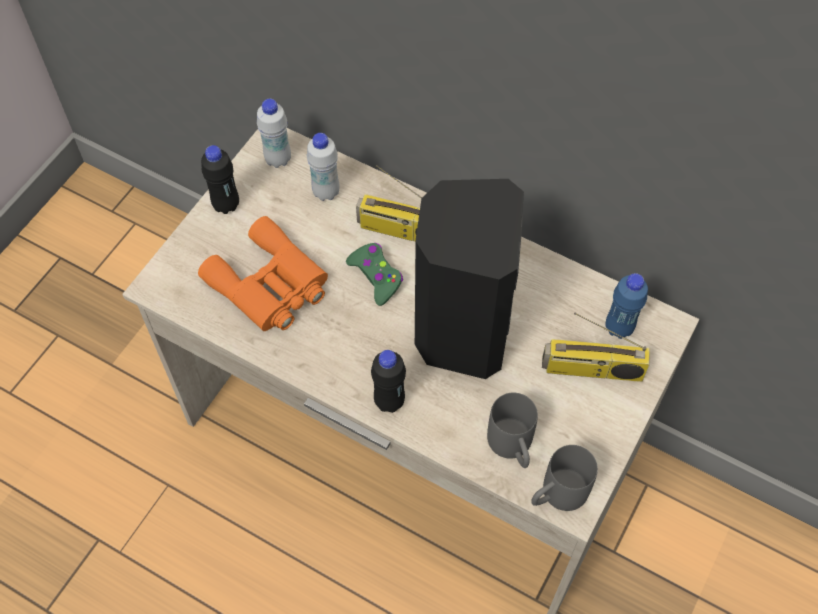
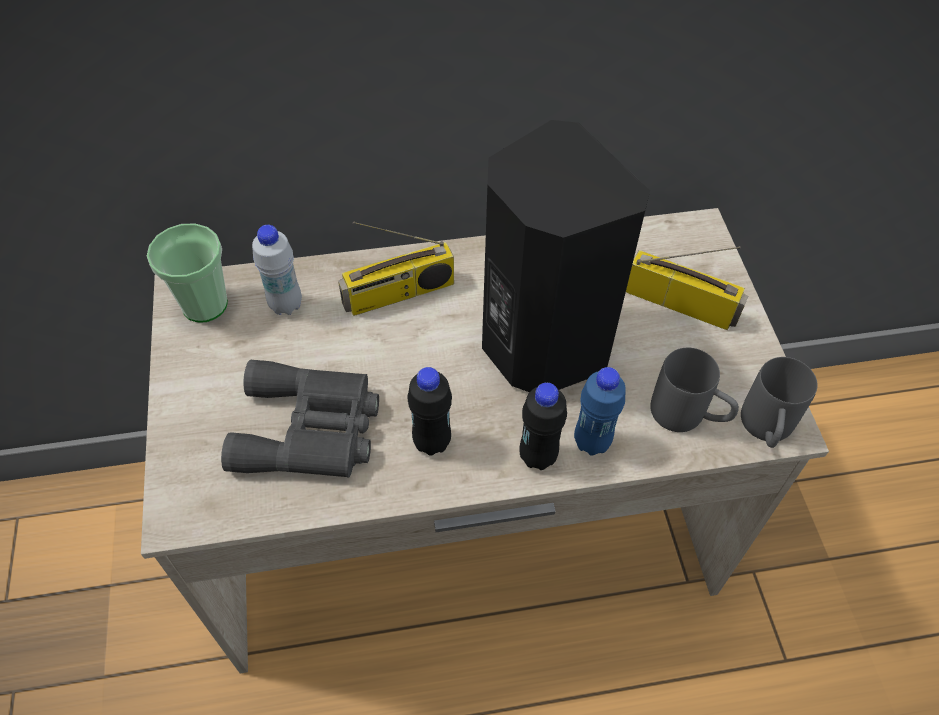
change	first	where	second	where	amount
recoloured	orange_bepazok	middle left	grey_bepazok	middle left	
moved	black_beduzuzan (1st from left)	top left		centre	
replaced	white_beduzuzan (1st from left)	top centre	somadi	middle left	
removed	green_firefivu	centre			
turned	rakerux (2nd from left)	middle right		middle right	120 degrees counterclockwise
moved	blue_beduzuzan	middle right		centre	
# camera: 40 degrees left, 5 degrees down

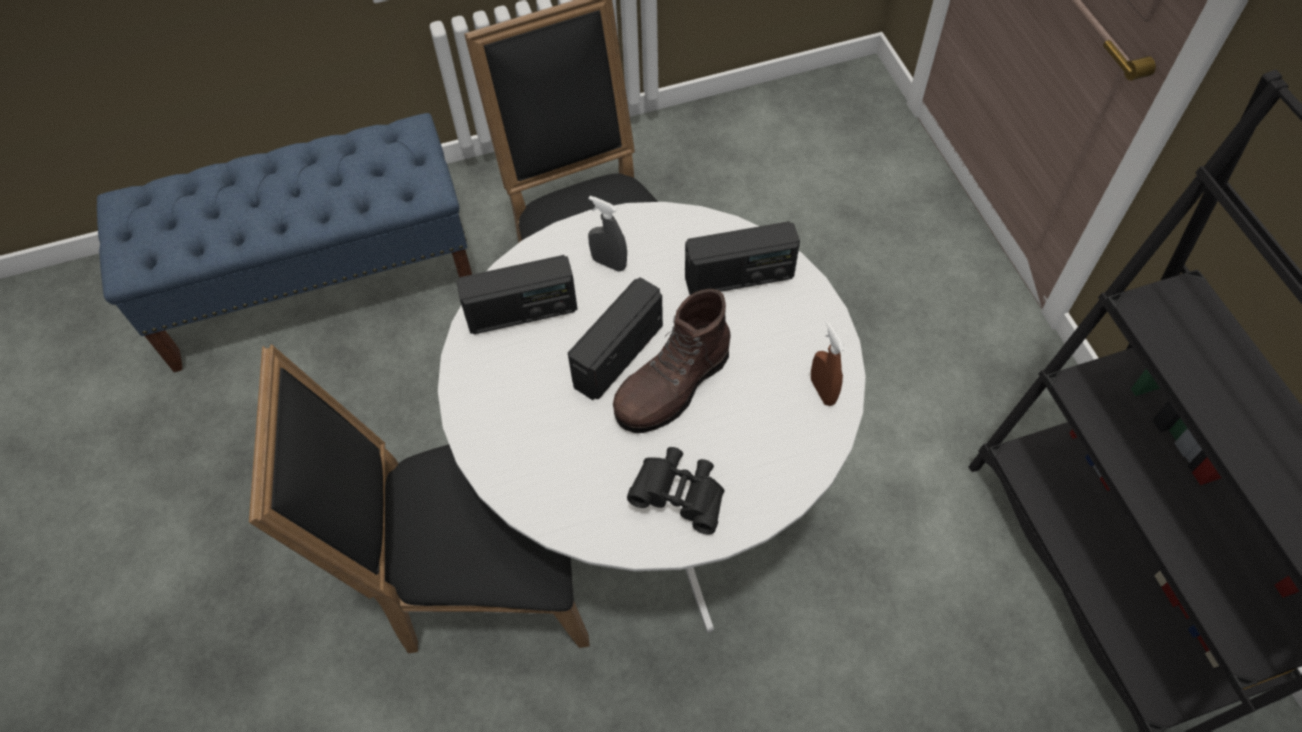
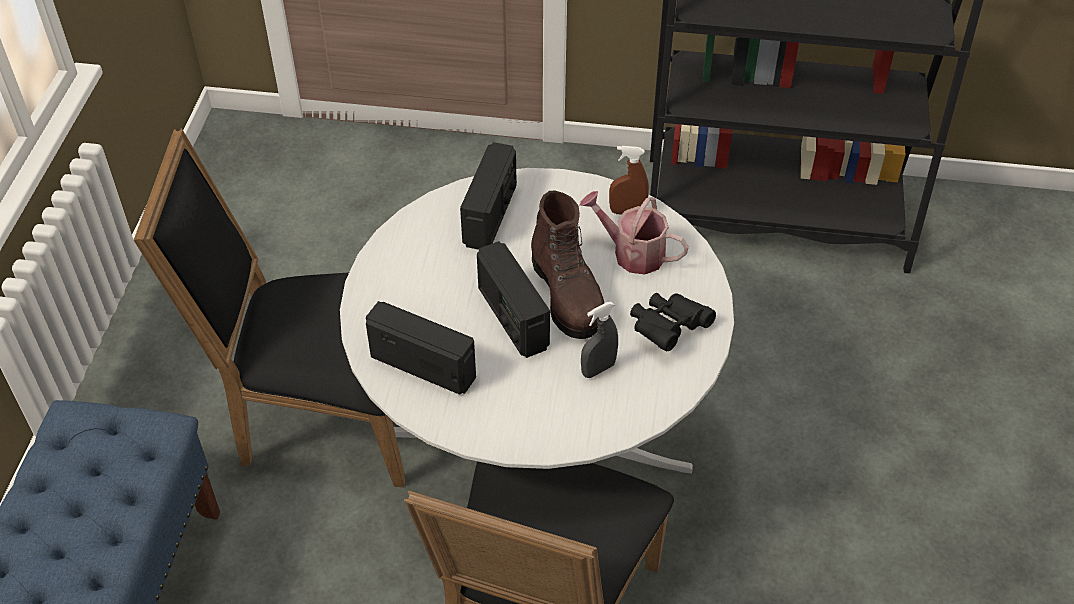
change	first	where	second	where	amount
turned	rakerux (1st from left)	centre		centre	75 degrees counterclockwise
moved	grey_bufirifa	top centre		centre	
added			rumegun	centre	
# camera: 65 degrees left, 10 degrees down

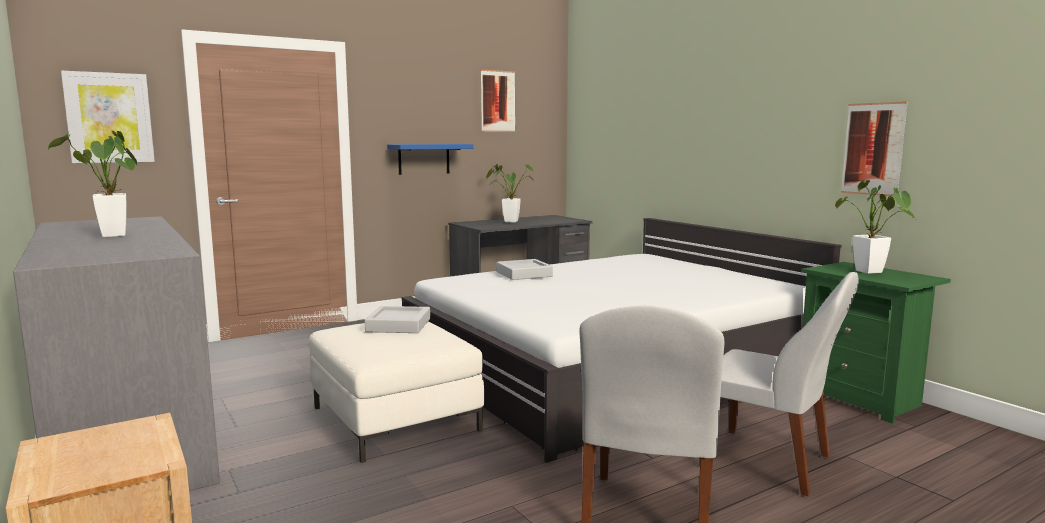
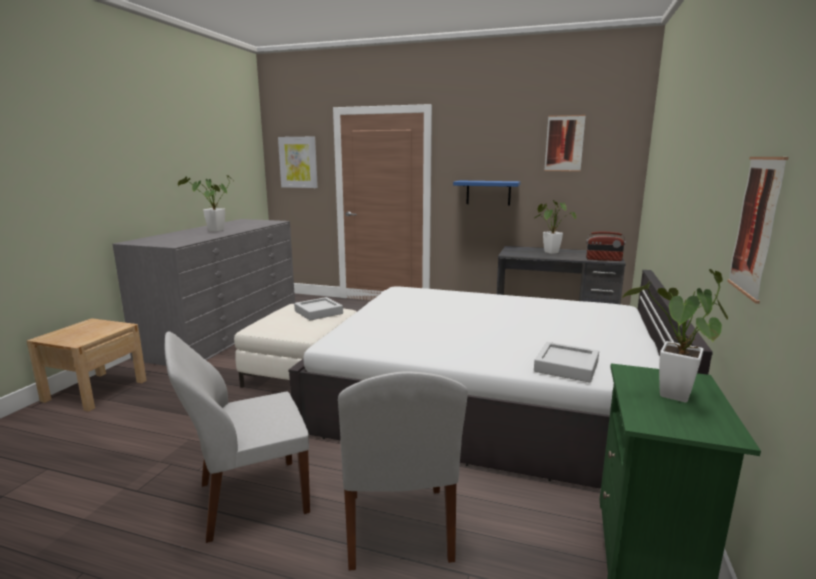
change	first	where	second	where	amount
moved	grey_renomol (2nd from left)	centre		middle right	
added			rakerux	middle right	
# camera: 50 degrees right, 5 degrees up

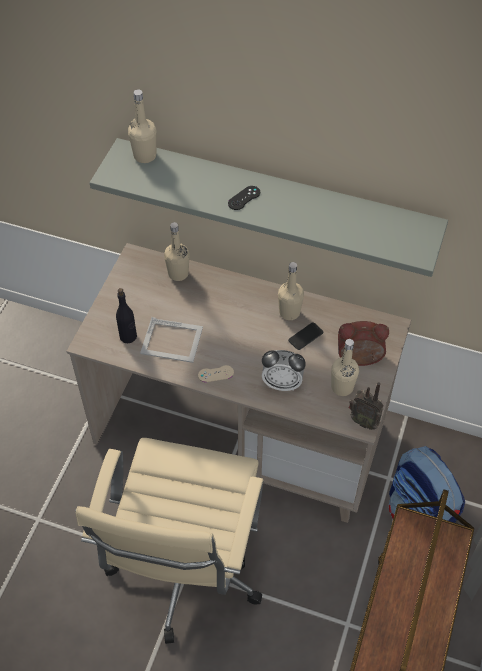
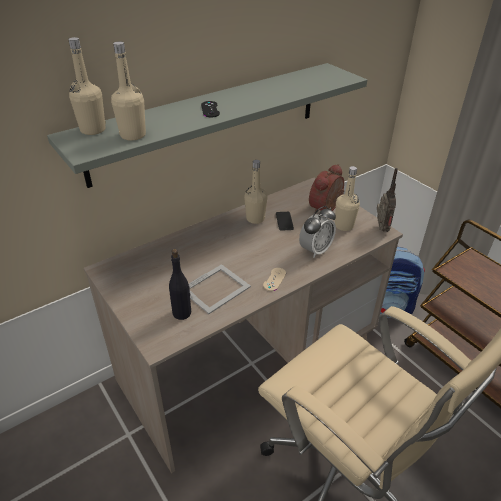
change	first	where	second	where	amount
moved	beige_beduzuzan (2nd from left)	centre		top left	
turned	rakerux	middle right		middle right	60 degrees counterclockwise
# camera: 55 degrees left, 15 degrees down

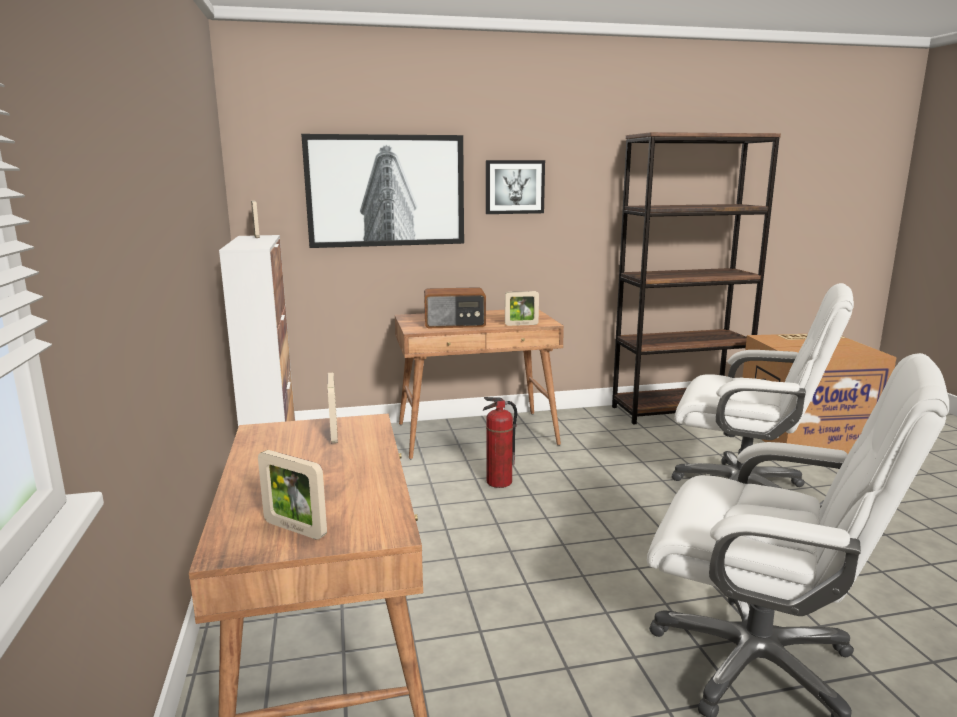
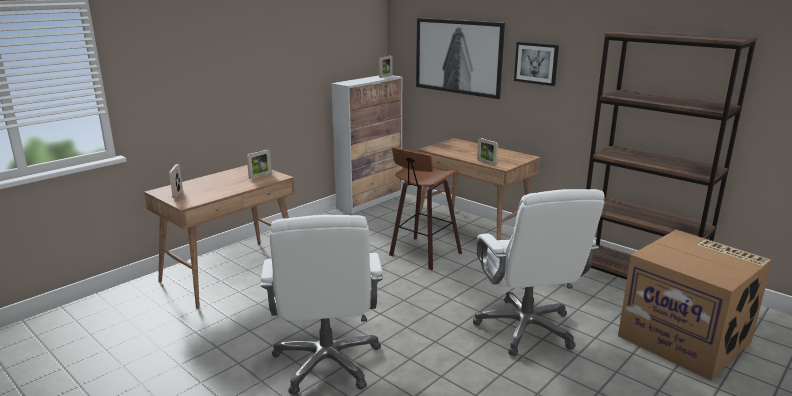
change	first	where	second	where	amount
removed	rakerux	centre			
replaced	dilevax	centre	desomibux	centre	
# camera: 55 degrees right, 5 degrees up

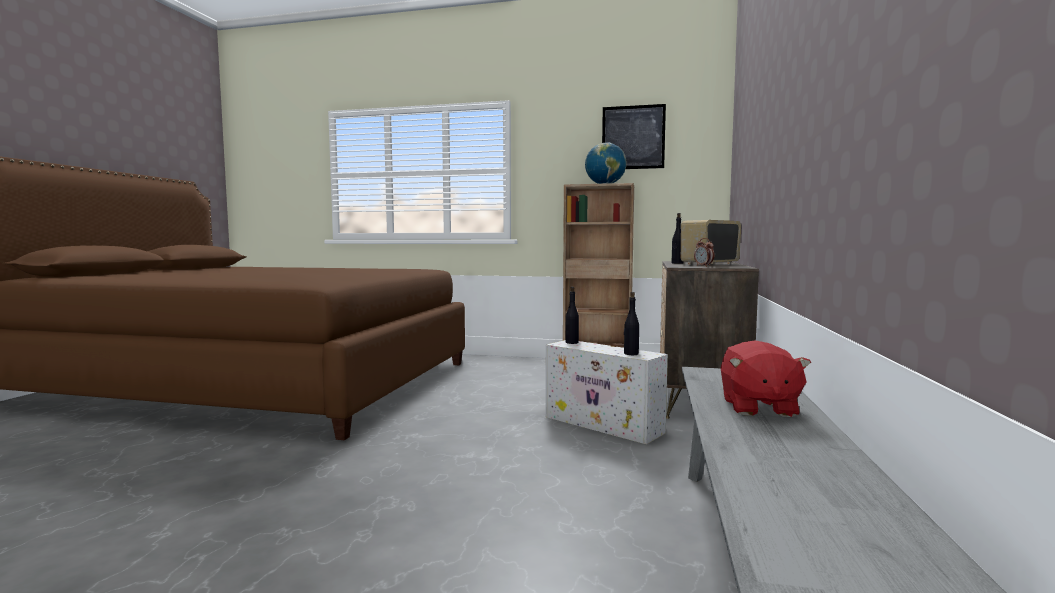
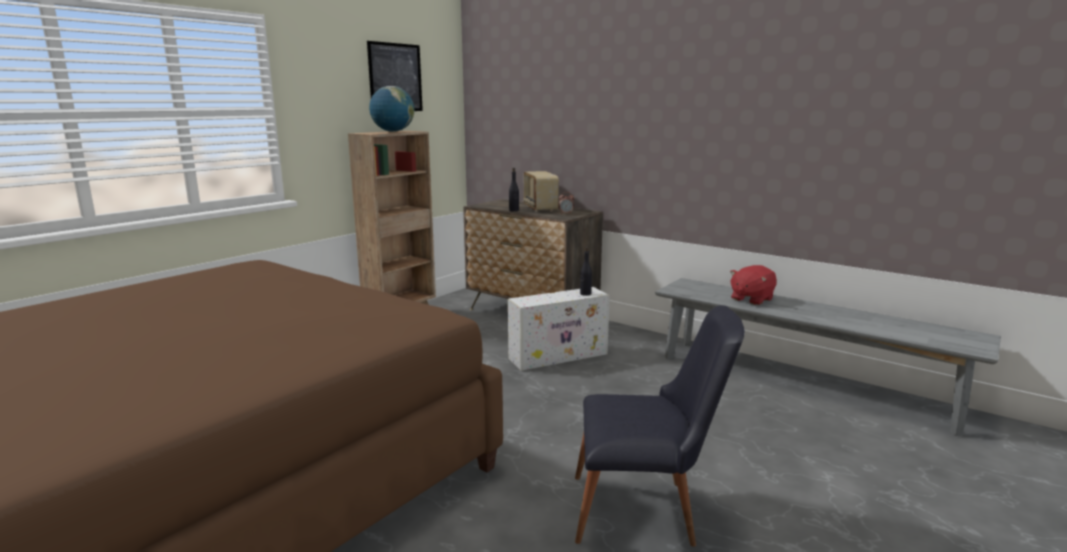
change	first	where	second	where	amount
removed	black_beduzuzan (1st from left)	centre			
turned	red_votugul	middle right		middle right	105 degrees clockwise
added			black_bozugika	bottom centre	
# camera: 65 degrees left, 10 degrees up

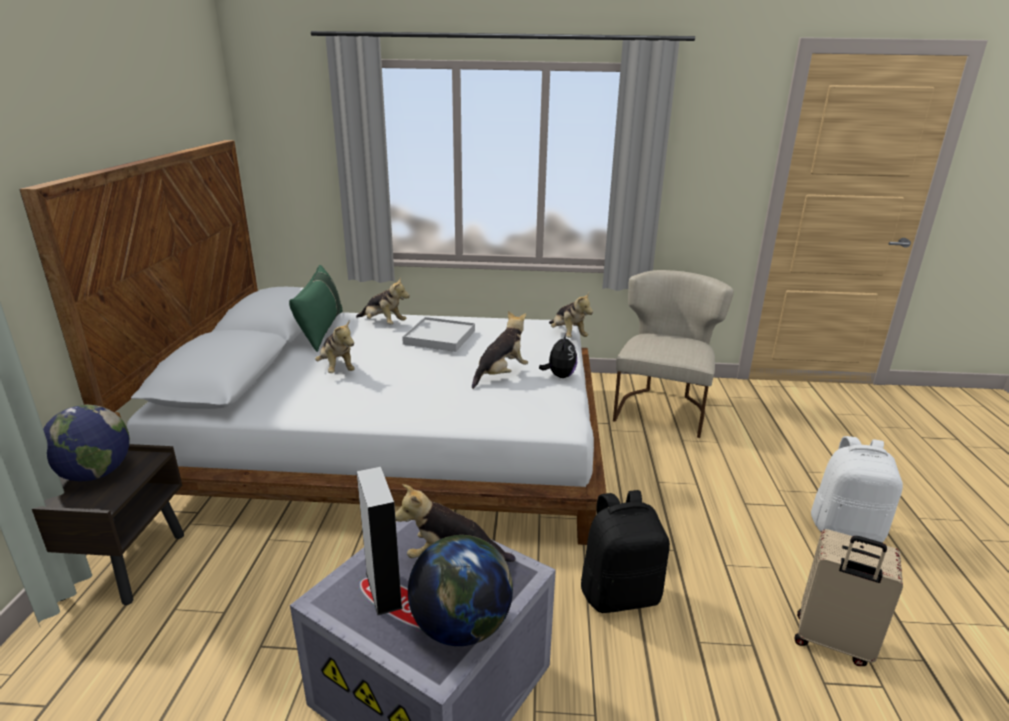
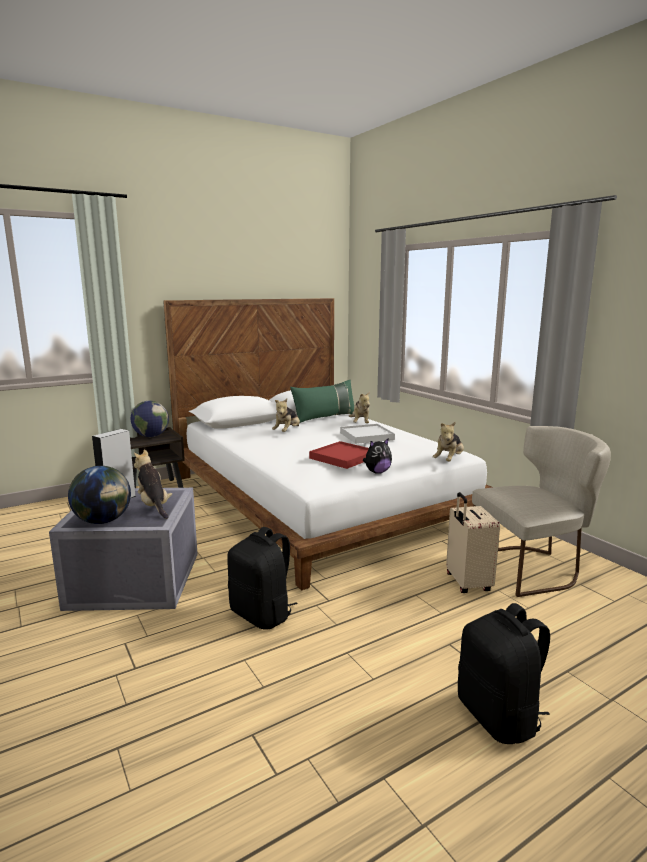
change	first	where	second	where	amount
replaced	votugul (4th from left)	centre	red_renomol	centre	
moved	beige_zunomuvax	bottom right		middle right	
recoloured	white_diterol	bottom right	black_diterol (2nd from left)	bottom right	
# camera: 55 degrees right, 10 degrees down

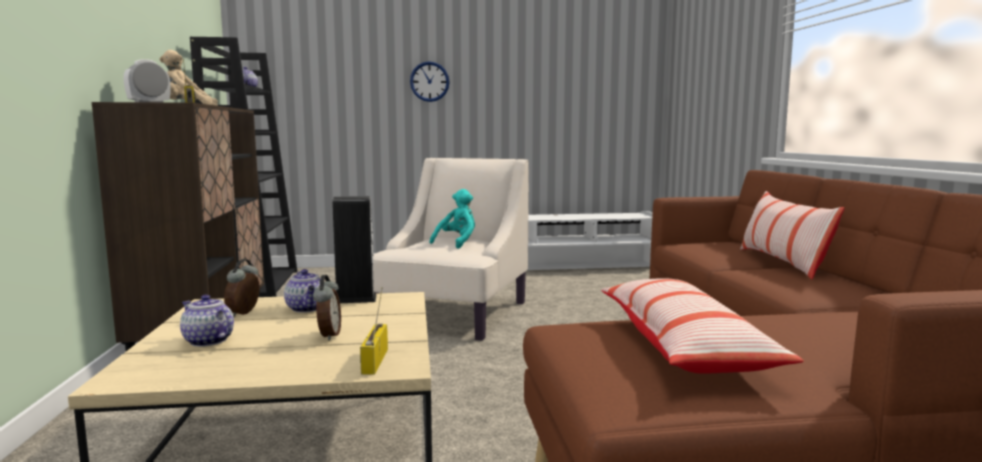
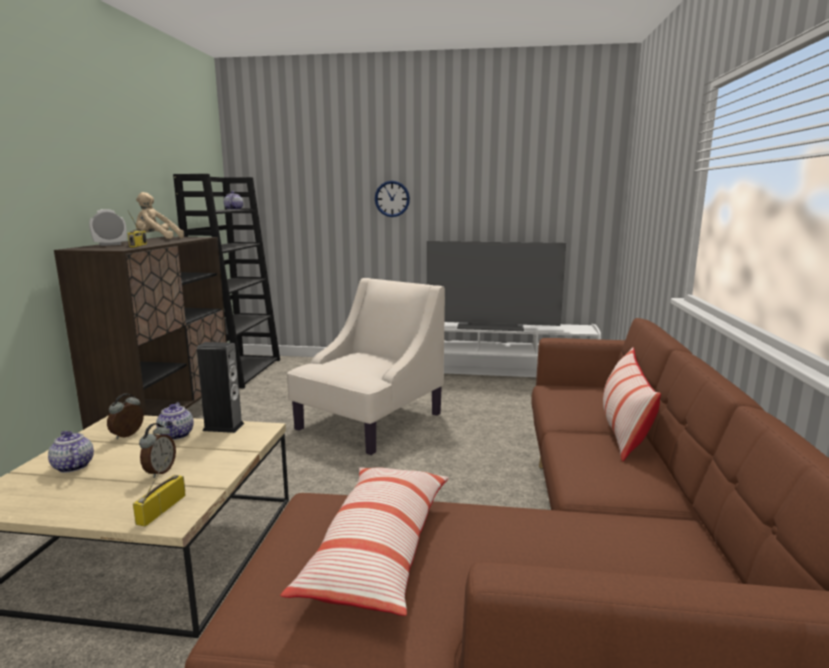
change	first	where	second	where	amount
removed	turquoise_votugul	centre			
added			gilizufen	centre	
# camera: 15 degrees right, 5 degrees up

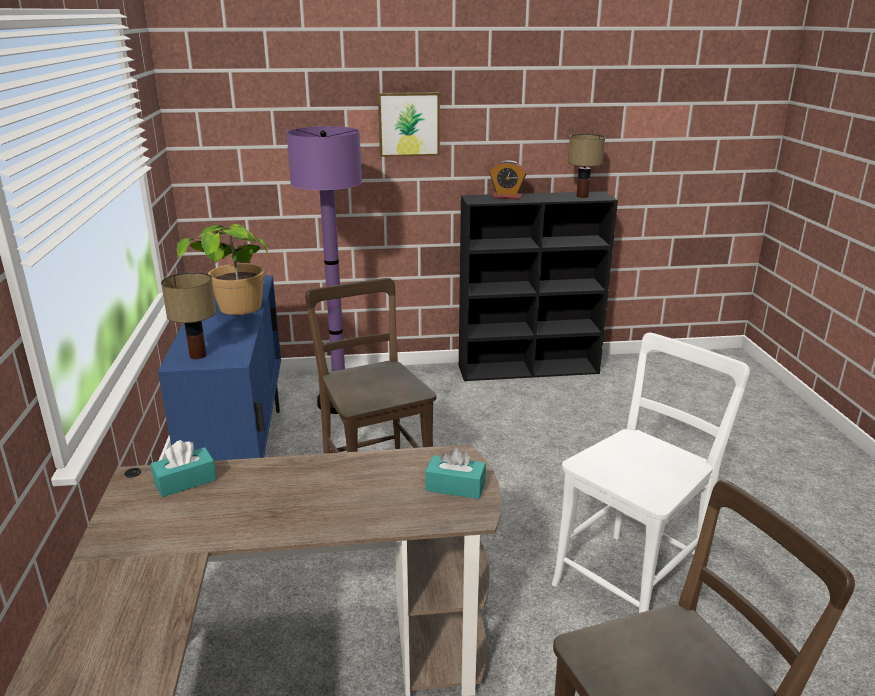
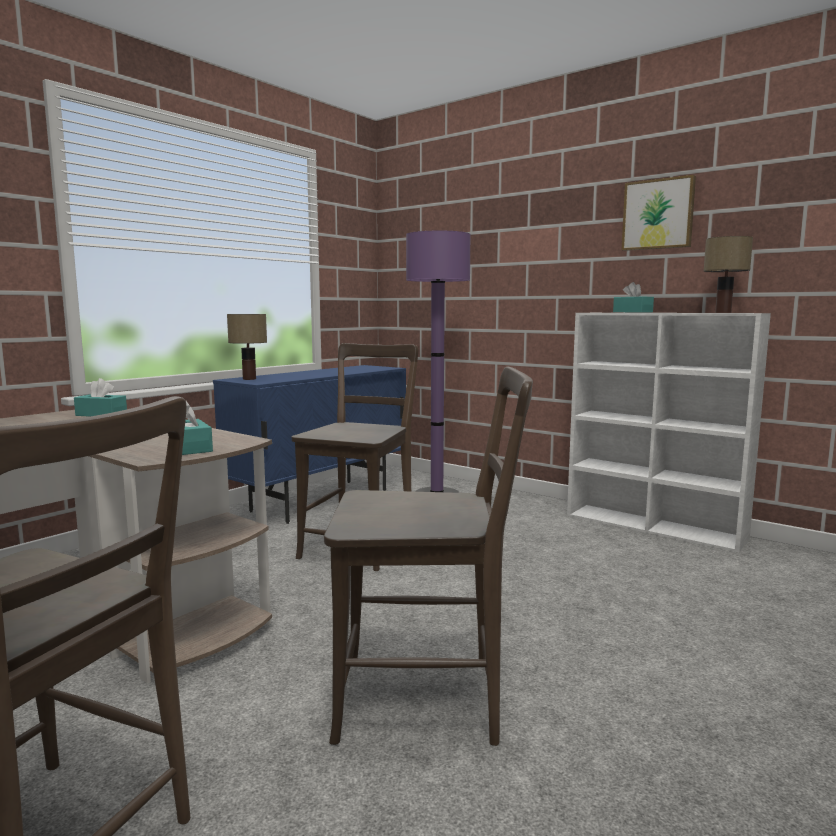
change	first	where	second	where	amount
removed	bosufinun	middle left			
moved	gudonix	top centre		top right	
recoloured	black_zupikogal	centre	white_zupikogal	middle right	
replaced	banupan	top centre	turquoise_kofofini (3rd from left)	middle right	
recoloured	white_bozugika	bottom right	brown_bozugika (3rd from left)	centre	
# camera: 45 degrees right, 15 degrees down

